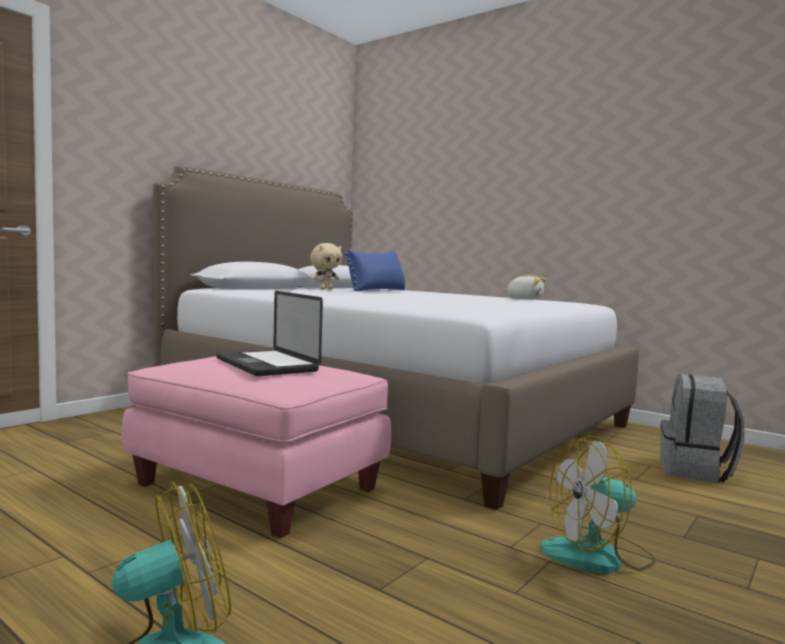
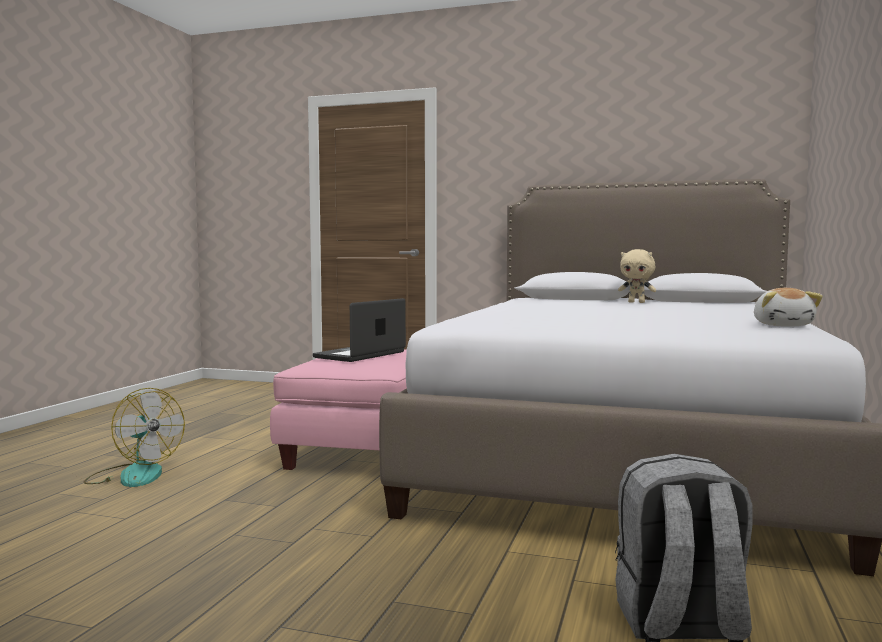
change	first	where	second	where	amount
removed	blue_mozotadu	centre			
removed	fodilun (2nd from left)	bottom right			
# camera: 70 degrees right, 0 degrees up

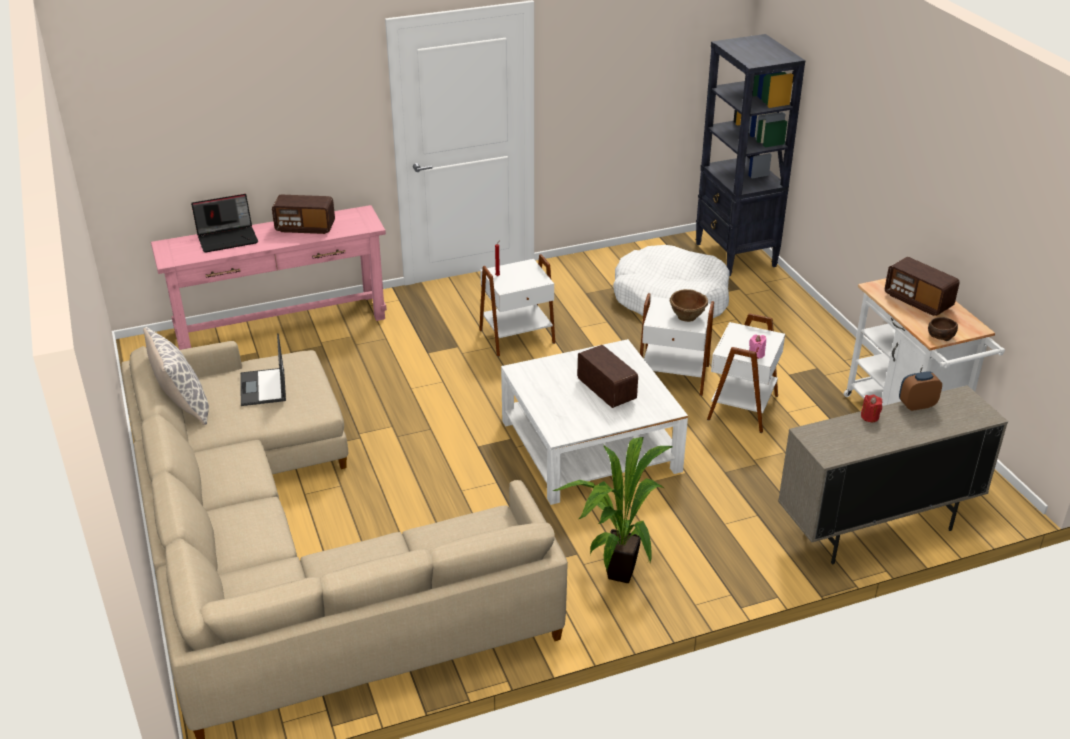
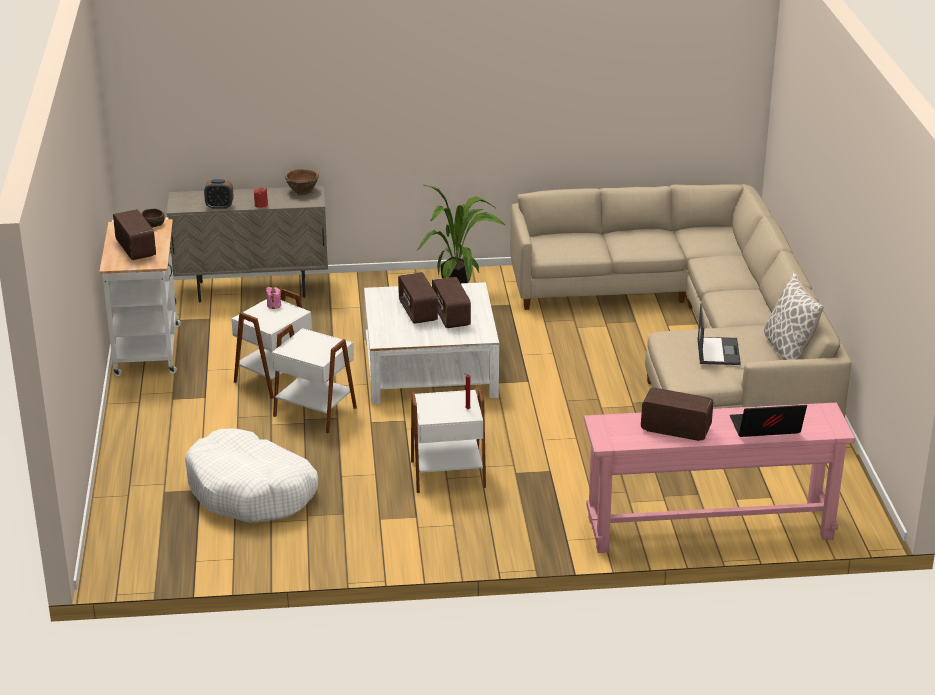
change	first	where	second	where	amount
moved	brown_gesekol (1st from left in the first image)	centre	brown_gesekol (2nd from left)	top left	
removed	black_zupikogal	top right			
added			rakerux (3rd from left)	centre	
# camera: 165 degrees left, 5 degrees down

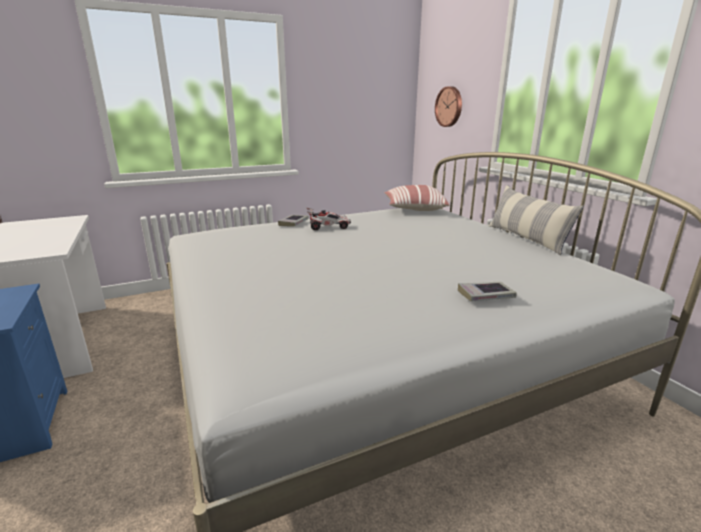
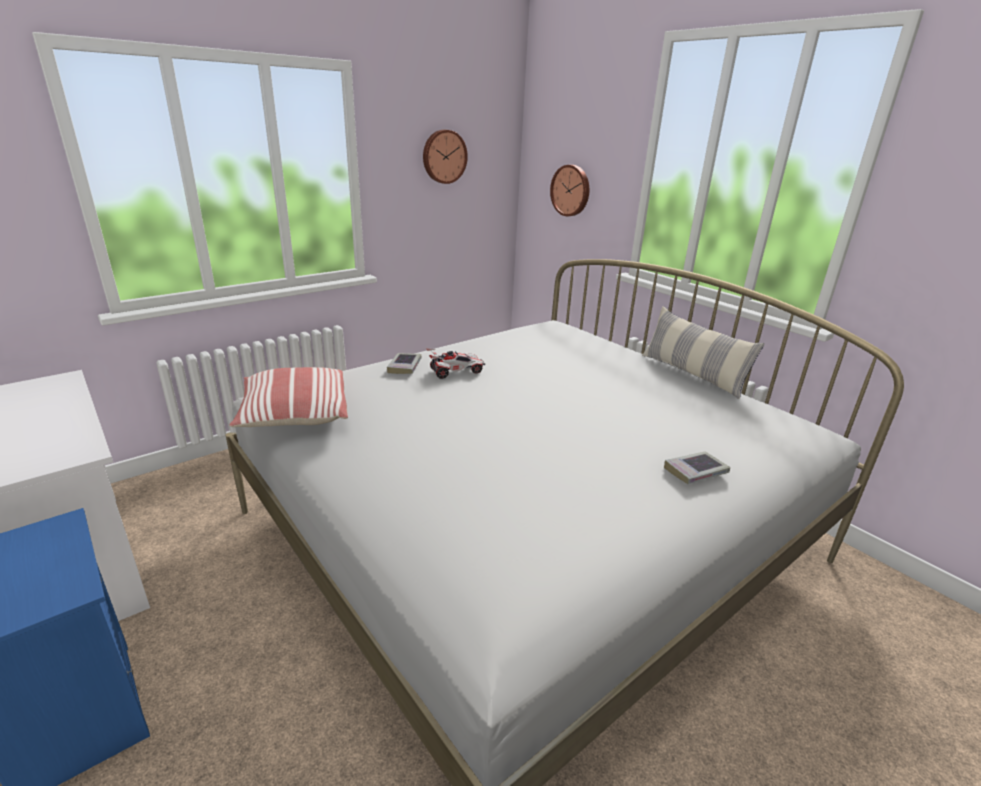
change	first	where	second	where	amount
moved	mozotadu (1st from left)	centre		middle left	
added			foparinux (1st from left)	top centre	
# camera: 15 degrees left, 5 degrees up

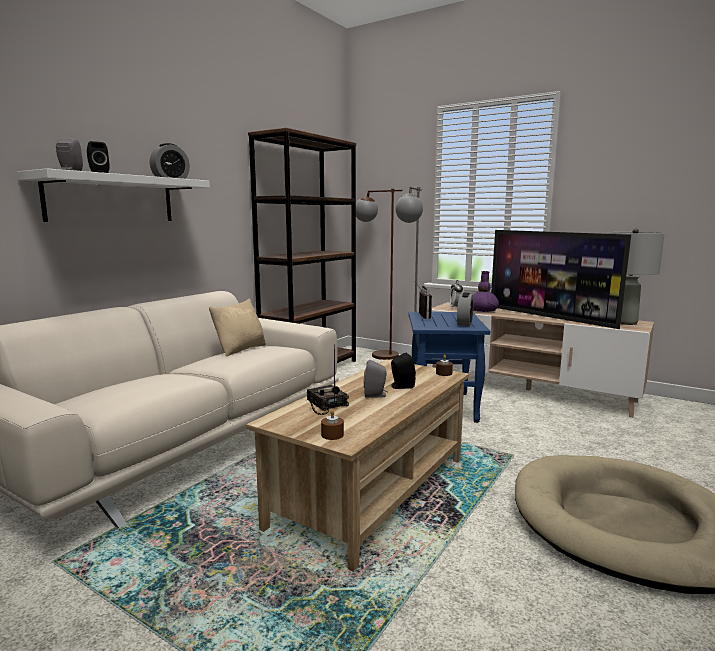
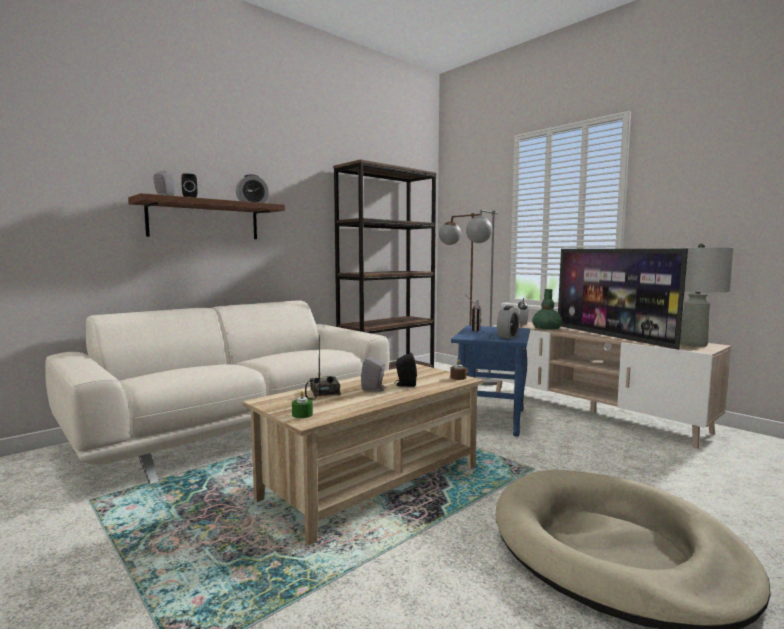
change	first	where	second	where	amount
recoloured	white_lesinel	top left	brown_lesinel	middle left	
removed	beige_mozotadu	middle left			
recoloured	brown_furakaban (1st from left)	centre	green_furakaban	centre	
recoloured	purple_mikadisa	middle right	green_mikadisa	middle right	
# camera: 15 degrees right, 5 degrees down

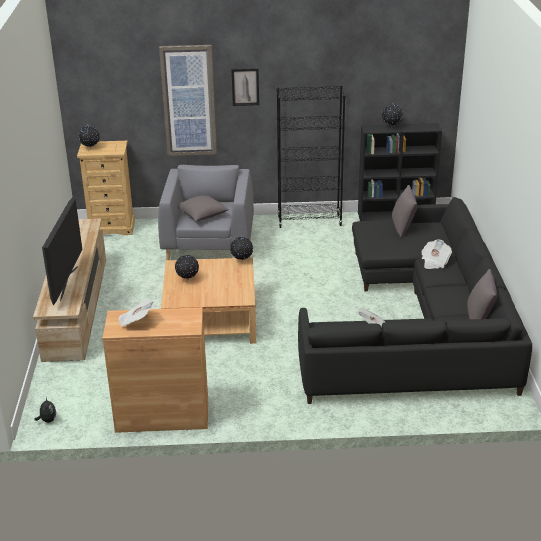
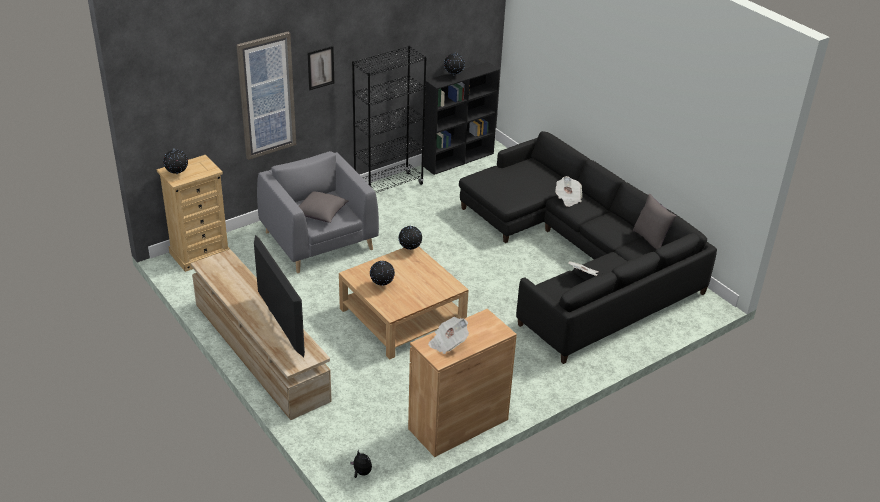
change	first	where	second	where	amount
removed	grey_mozotadu (2nd from left)	middle right			
# camera: 35 degrees left, 5 degrees up

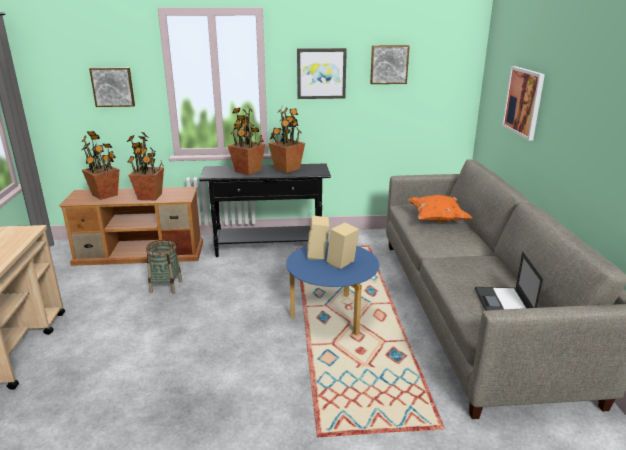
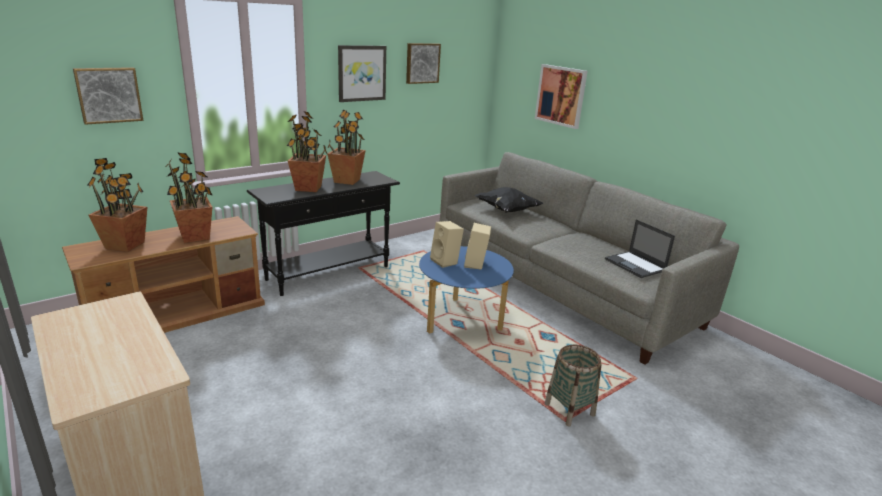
change	first	where	second	where	amount
moved	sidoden	middle left		bottom centre	
recoloured	orange_mozotadu	middle right	black_mozotadu	centre	
# camera: 35 degrees left, 0 degrees up

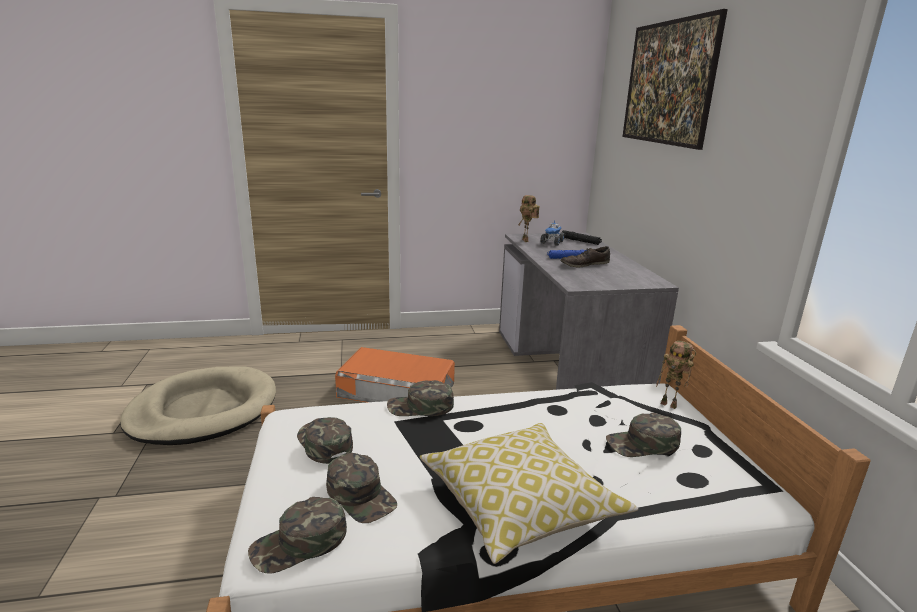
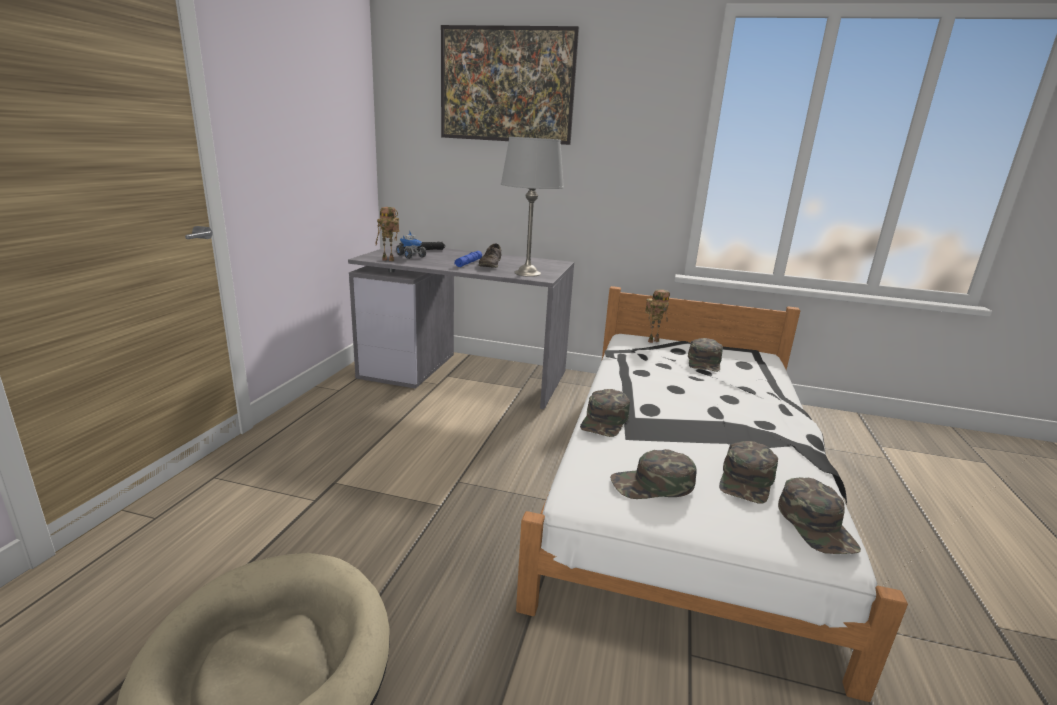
change	first	where	second	where	amount
turned	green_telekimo (3rd from left in the first image)	bottom centre	green_telekimo (4th from left)	bottom right	135 degrees clockwise
removed	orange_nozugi	centre			
removed	mozotadu	bottom centre			
added			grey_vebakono	top centre	
# camera: 65 degrees left, 0 degrees up

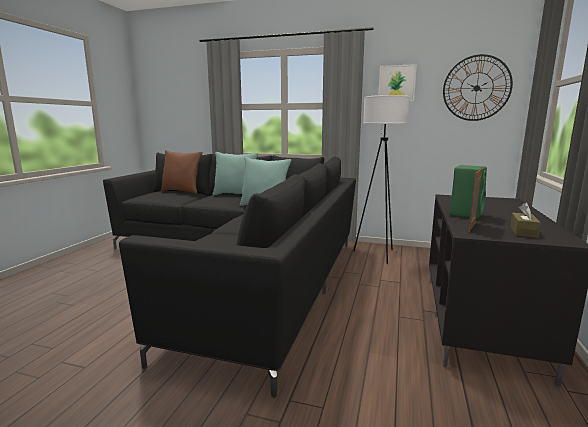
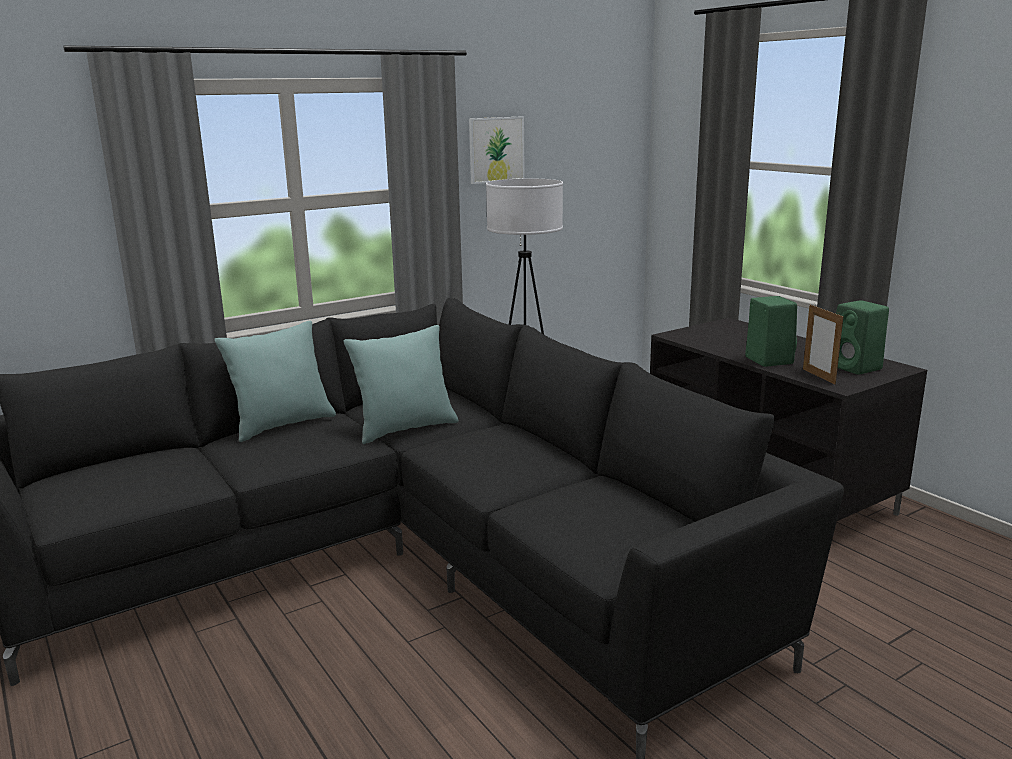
change	first	where	second	where	amount
removed	brown_mozotadu	middle left			
removed	foparinux	top right			
replaced	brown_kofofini	middle right	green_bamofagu (2nd from left)	middle right	
# camera: 50 degrees left, 5 degrees up

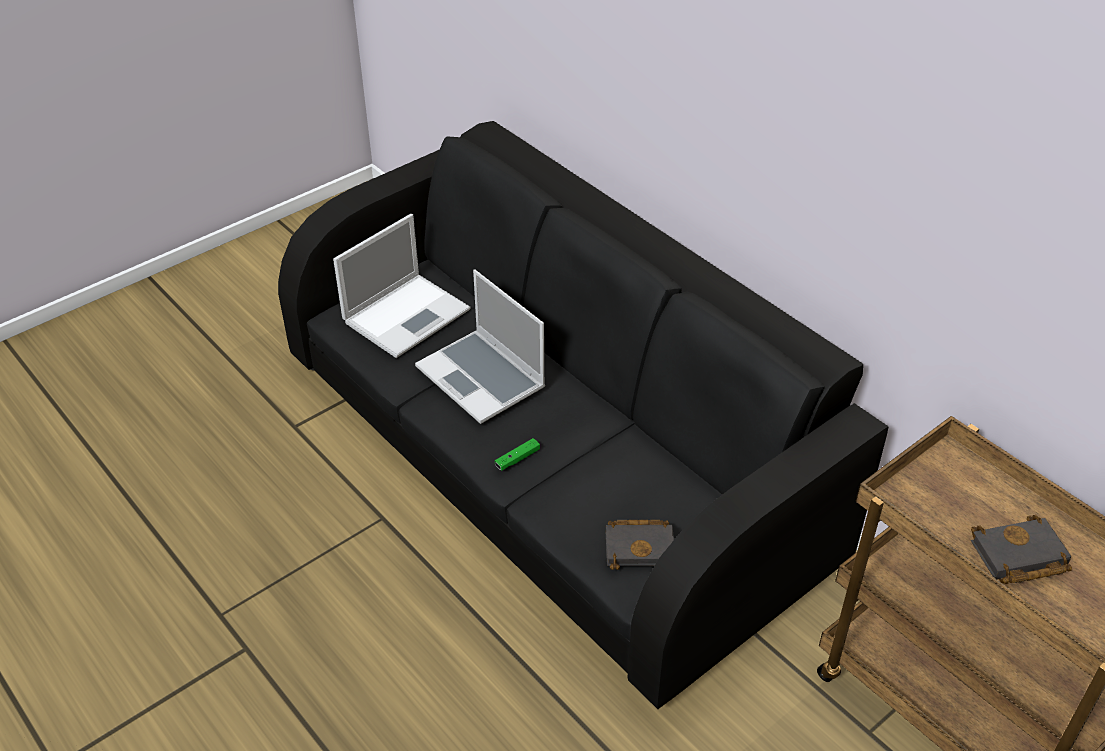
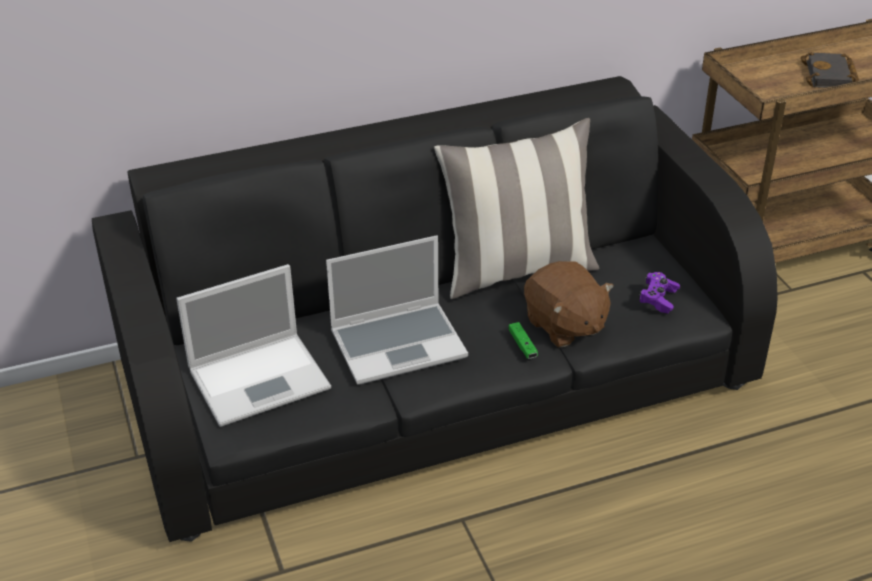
change	first	where	second	where	amount
turned	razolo (1st from left)	centre		middle left	90 degrees clockwise
replaced	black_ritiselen (1st from left)	bottom centre	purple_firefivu	middle right	
added			mozotadu	centre	
added			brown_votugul	centre	
# camera: 70 degrees left, 5 degrees down

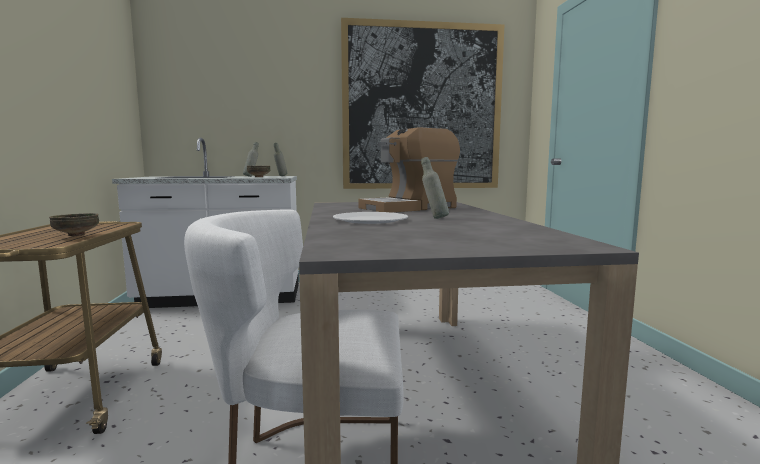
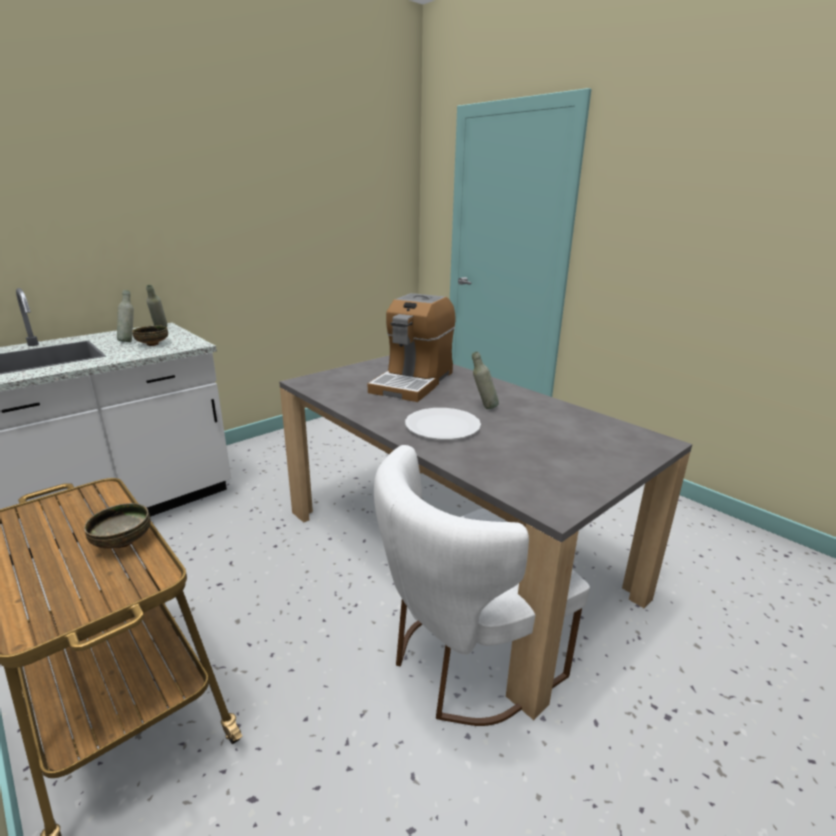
change	first	where	second	where	amount
removed	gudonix	top centre			
# camera: 35 degrees left, 15 degrees up

